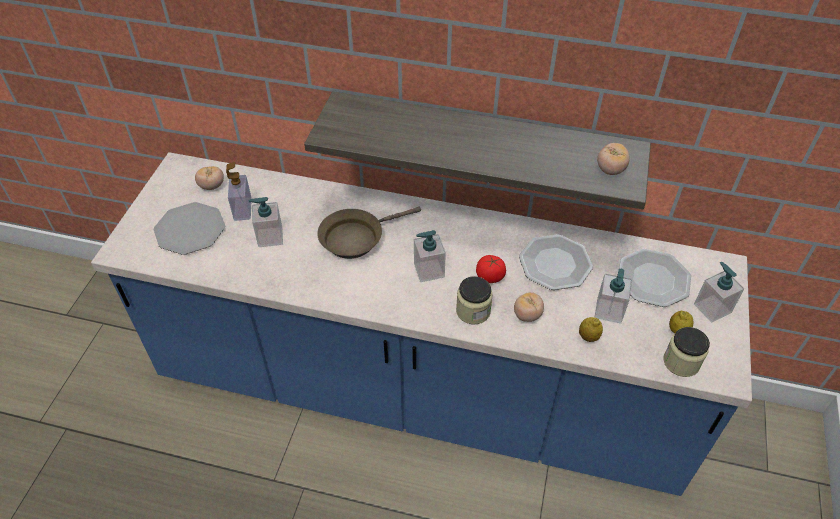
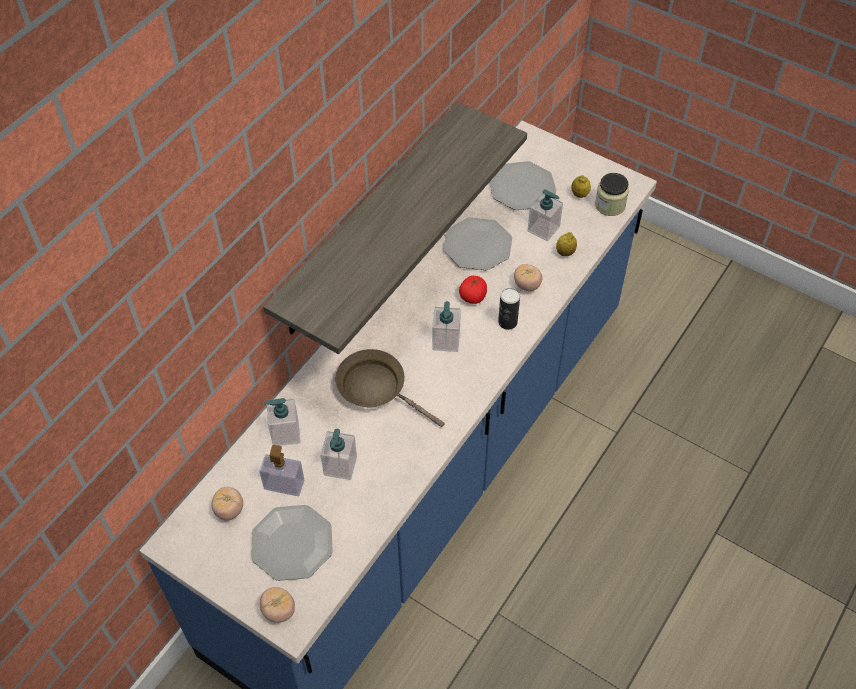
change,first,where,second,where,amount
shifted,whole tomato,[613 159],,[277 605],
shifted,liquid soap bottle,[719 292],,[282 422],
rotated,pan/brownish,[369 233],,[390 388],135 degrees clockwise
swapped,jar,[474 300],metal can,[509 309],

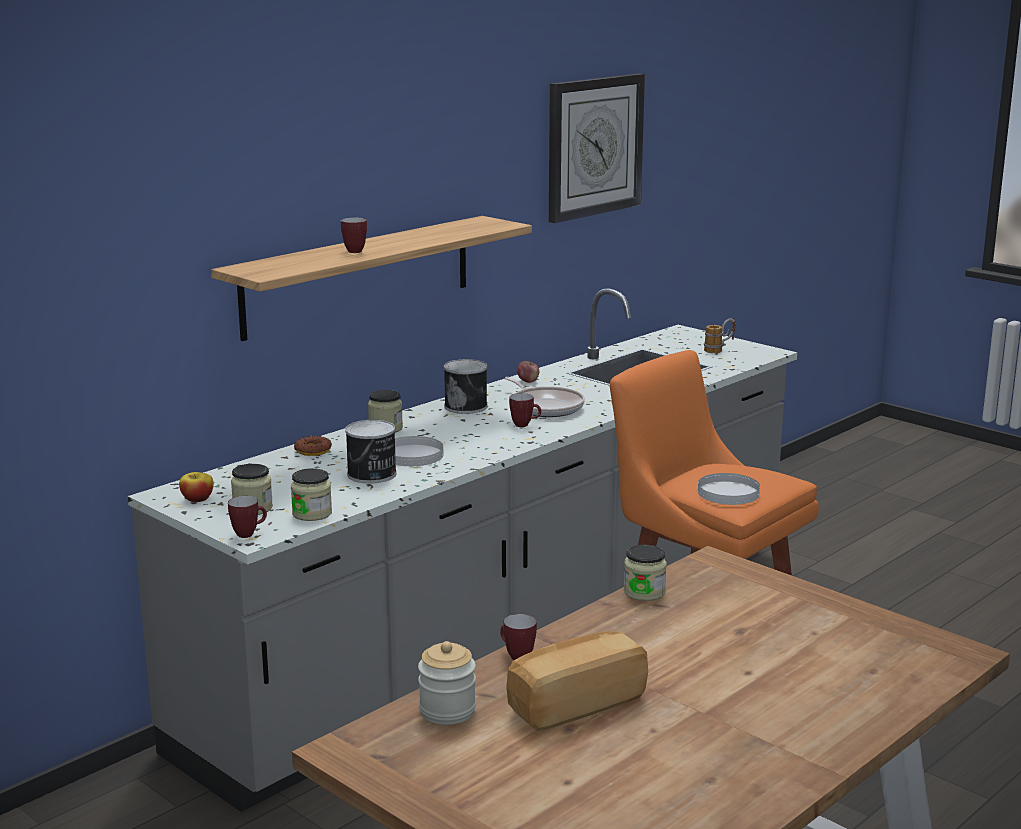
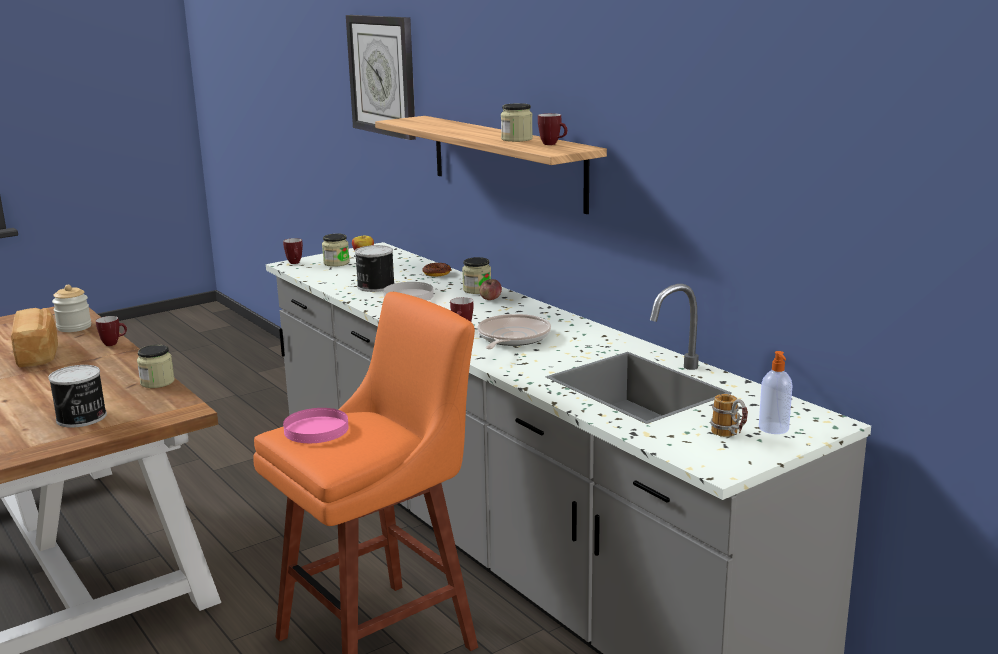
change,first,where,second,where,amount
shifted,metal can,[466 386],,[78 396],
repainted,dinner plate/white-coloured,[729 489],dinner plate/pink,[316 425],
shifted,clock on the wall,[597 148],,[381 77],
rotated,pan,[545 397],,[514 331],135 degrees clockwise
shifted,apple,[528 372],,[491 289],
shifted,jar,[311 494],,[517 122],
shifted,coffee mug,[354 235],,[552 129],
new,,,liquid soap bottle,[776 392],

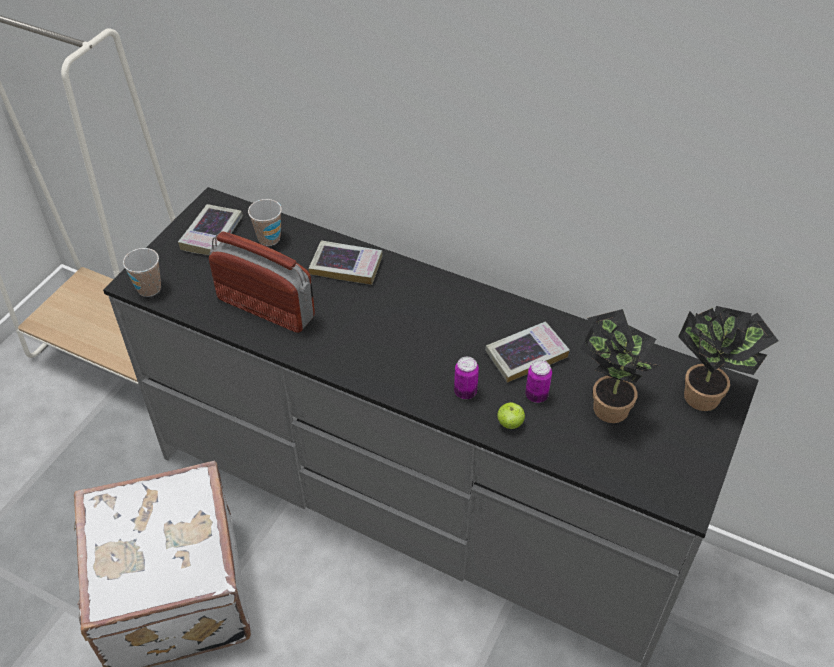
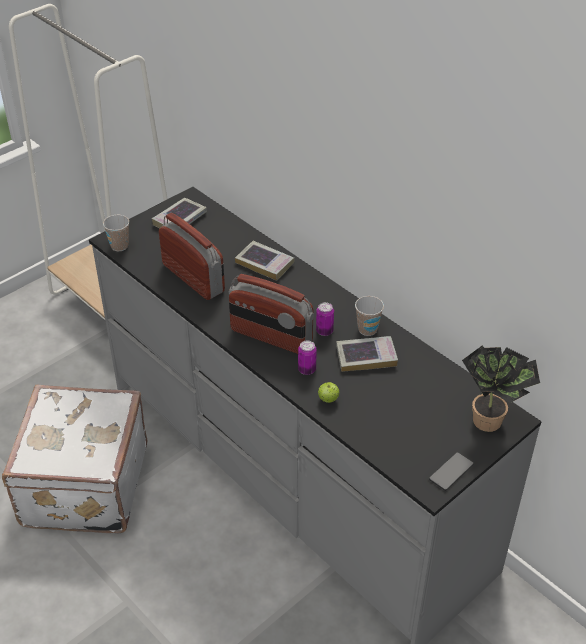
change,first,where,second,where,amount
new,,,radio receiver,[271 314],
shifted,metal can,[538 381],,[325 319],
shifted,cup,[265 222],,[369 316],
new,,,phone,[451 471],
gone,houseplant,[620 366],,,

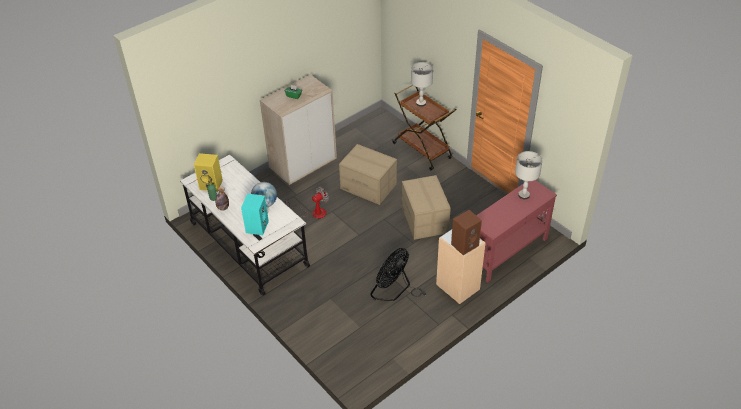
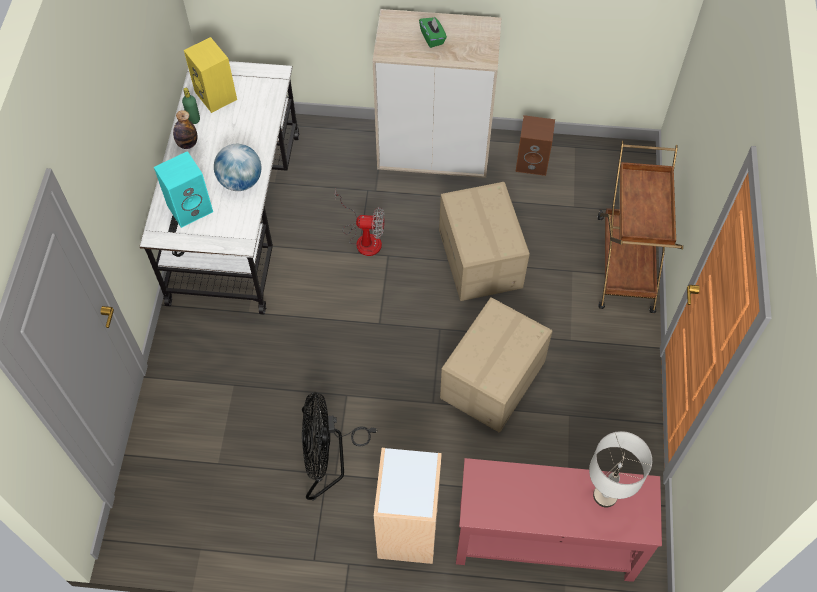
change,first,where,second,where,amount
rotated,cooling fan/blackish,[398 274],,[340 446],90 degrees counterclockwise
shifted,audio speaker/brownish,[466 232],,[535 145],
gone,table lamp/greyish,[422 84],,,

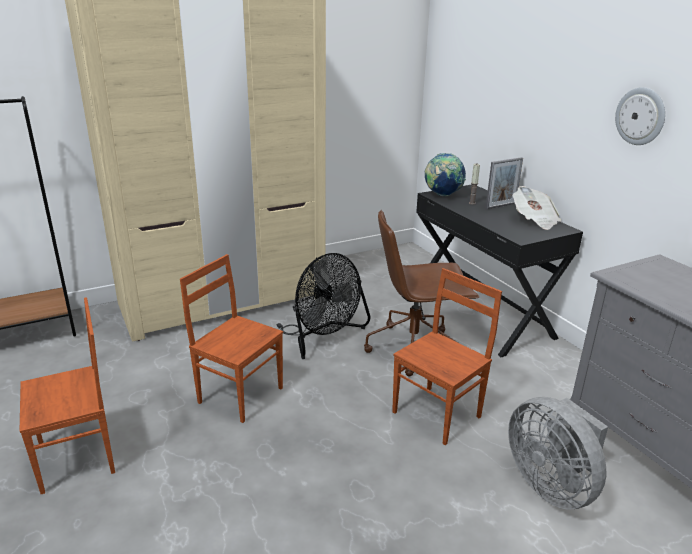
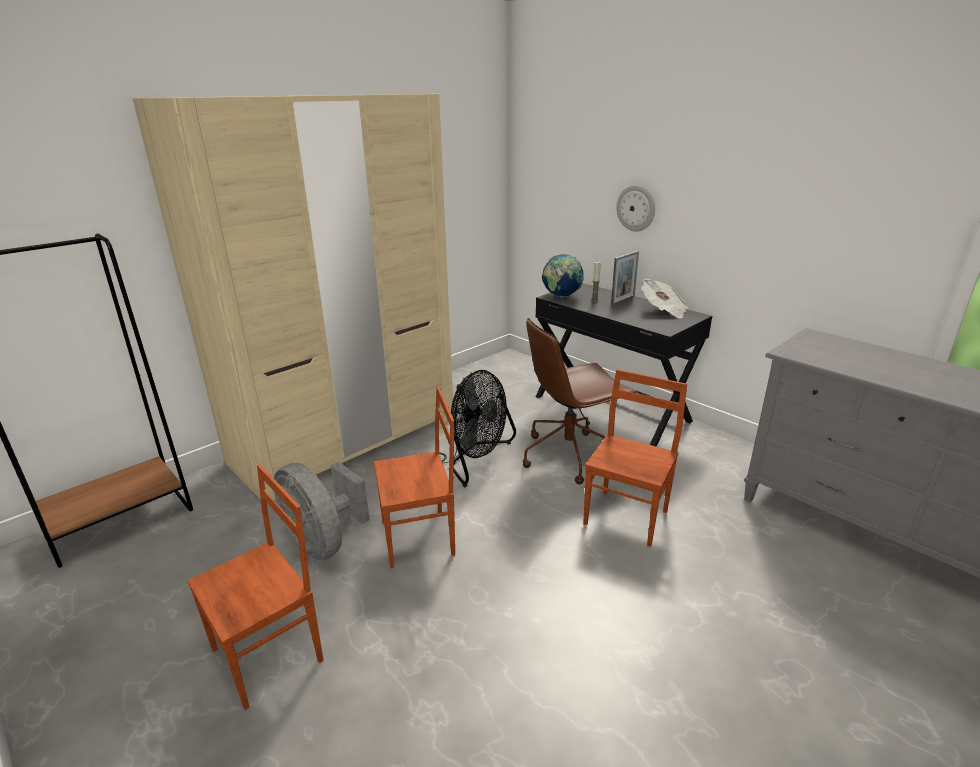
change,first,where,second,where,amount
shifted,cooling fan/greyish,[558 453],,[322 511],
rotated,upright chair/brownish,[231 338],,[414 477],150 degrees clockwise
shifted,clock on the wall,[640 116],,[636 208],

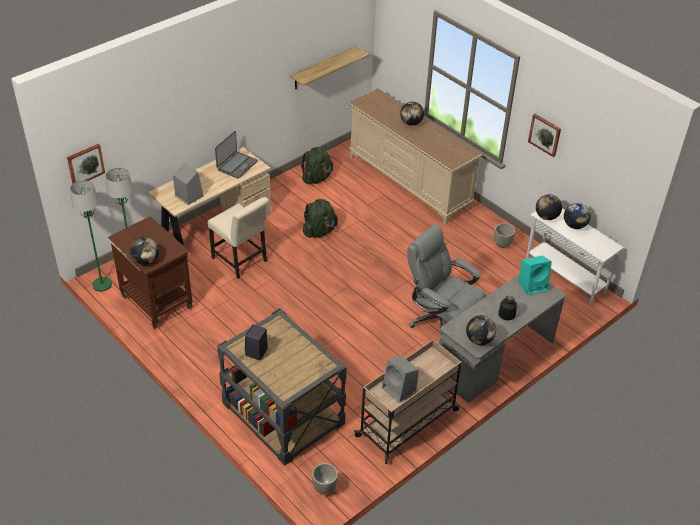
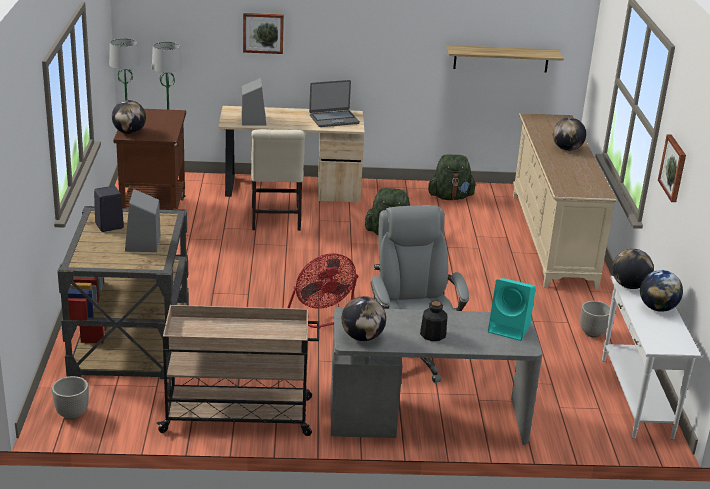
change,first,where,second,where,amount
shifted,audio speaker/greyish,[400 379],,[143 220],
shifted,wall picture,[86 164],,[263 33],
new,,,cooling fan/red-coloured,[323 291],

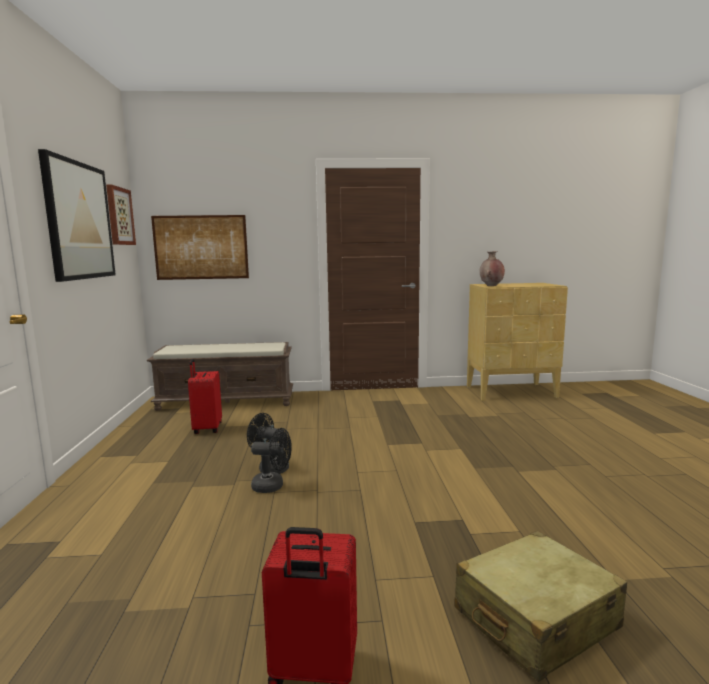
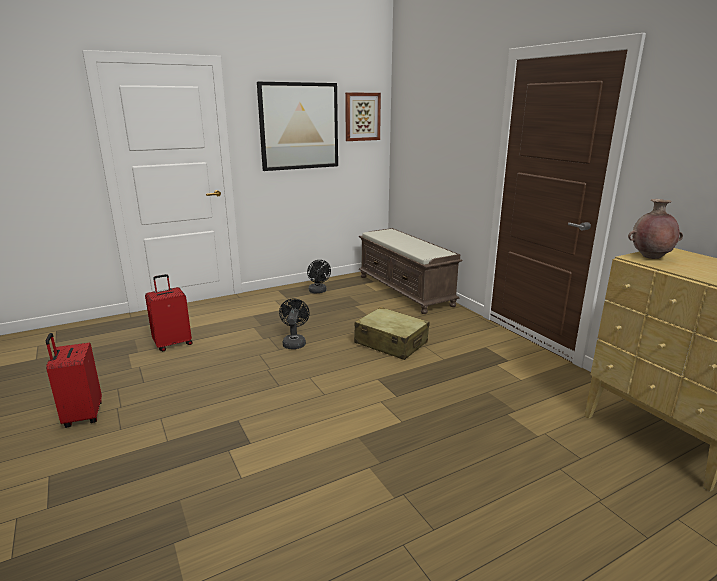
change,first,where,second,where,amount
shifted,piece of luggage/red-coloured,[205 396],,[169 312],
shifted,cooling fan/blackish,[271 460],,[319 276],
shifted,piece of luggage/sand-coloured,[540 606],,[392 333],
gone,wall picture,[200 247],,,

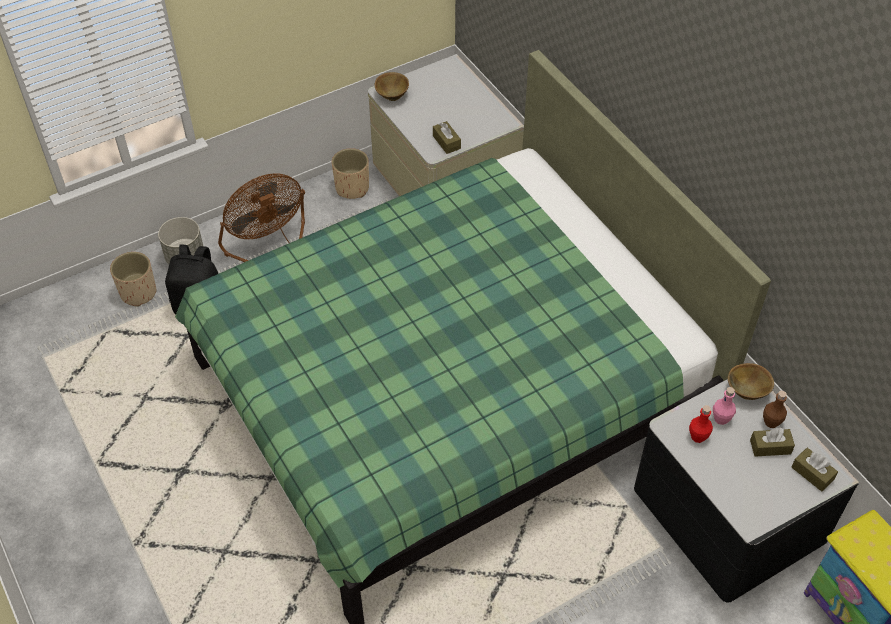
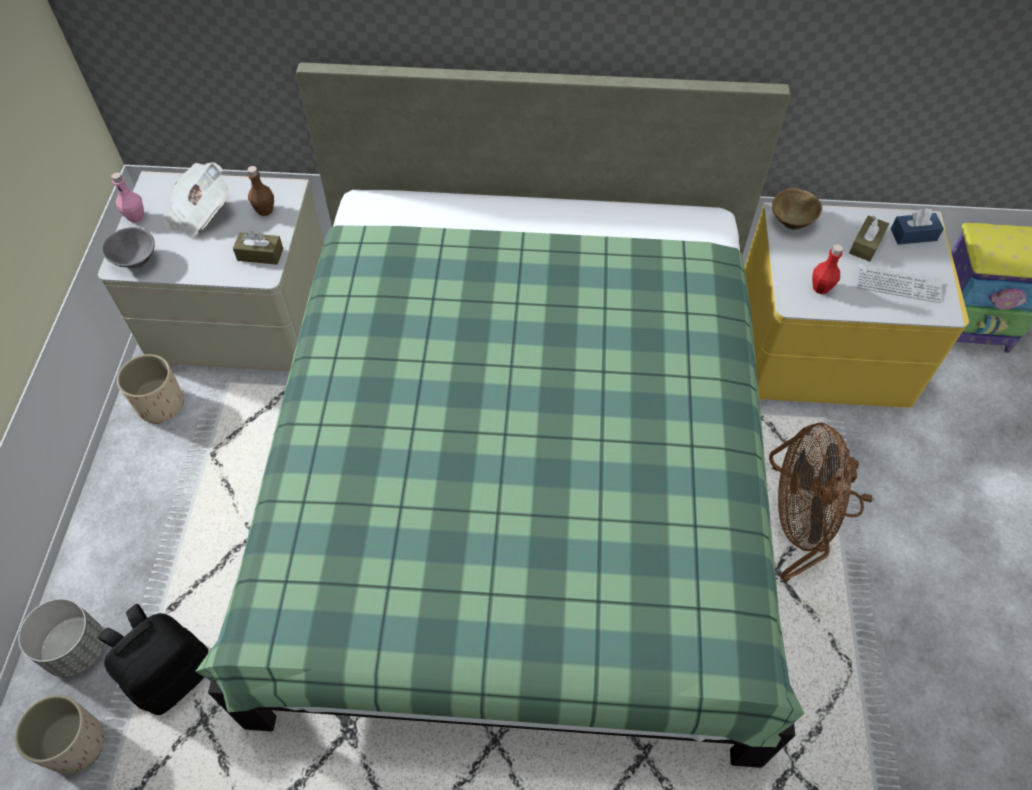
change,first,where,second,where,amount
repainted,serving bowl/brownish,[392 86],serving bowl/greyish,[128 247],
shifted,bottle/pink,[724 406],,[128 198],
new,,,newspaper,[195 199],
shifted,bottle/brownish,[775 409],,[261 191],
repainted,night table/blackish,[746 491],night table/yellowish,[856 305],
shifted,cooling fan/brownish,[261 217],,[822 502],
new,,,computer keyboard,[899 283],
repainted,tissue holder/brownish,[814 470],tissue holder/bluish,[917 226],

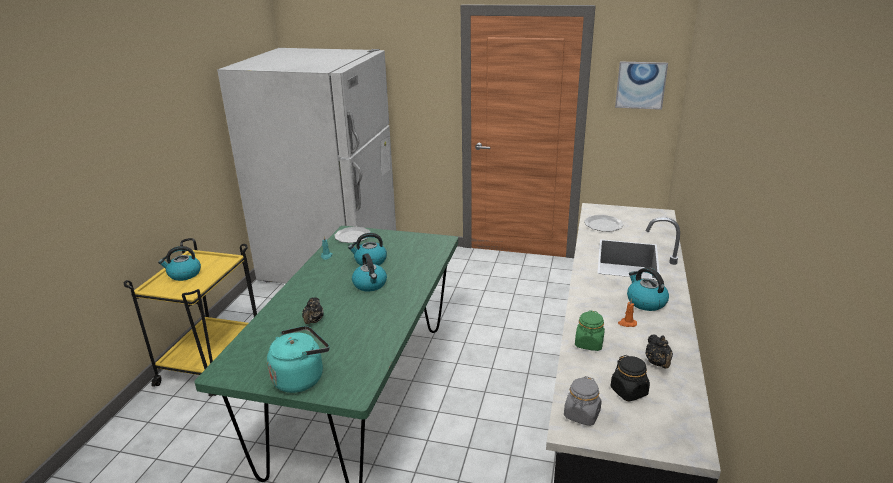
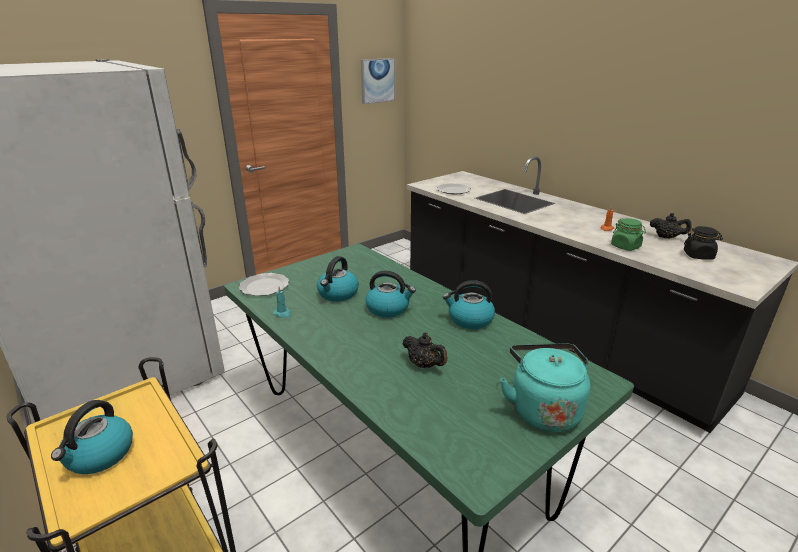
change,first,where,second,where,amount
shifted,kettle,[648 289],,[469 304],
gone,jar/greyish,[583 401],,,

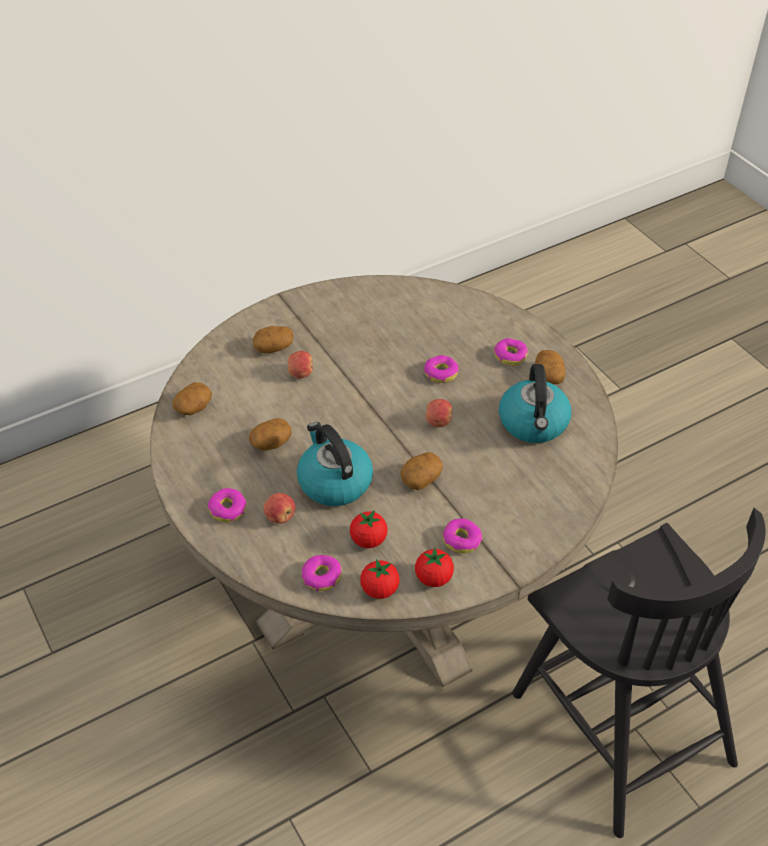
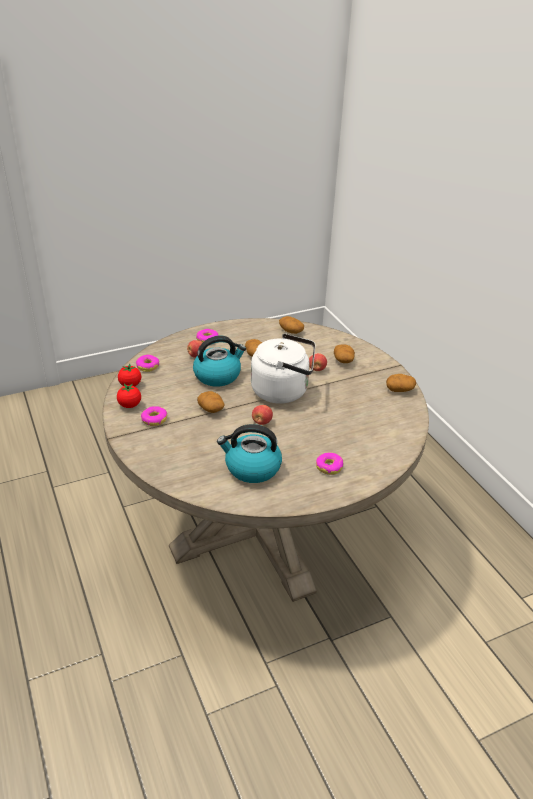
change,first,where,second,where,amount
new,,,kettle/white-coloured,[283 368],
shifted,whole potato,[550 367],,[401 383],
gone,whole tomato,[368 529],,,
gone,donut,[441 369],,,
gone,upright chair/blackish,[639 673],,,

